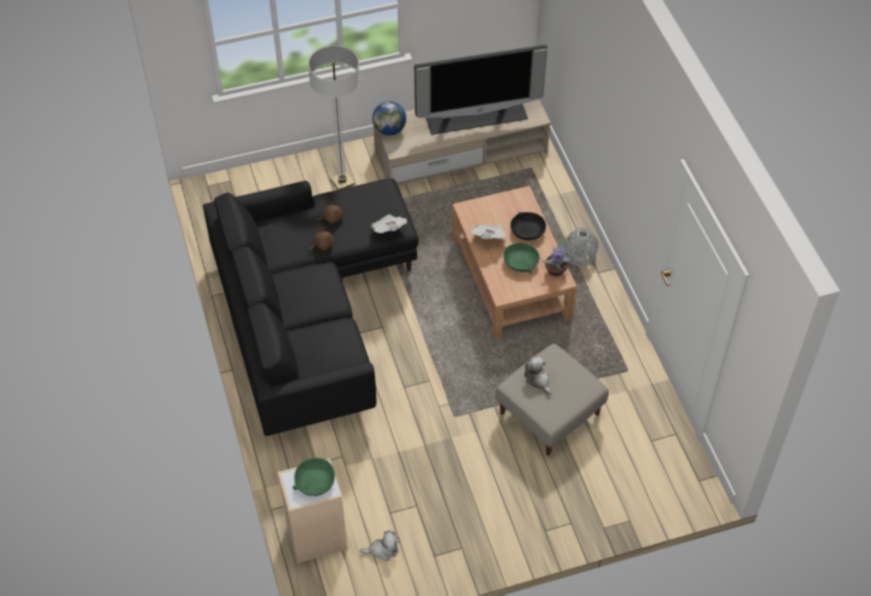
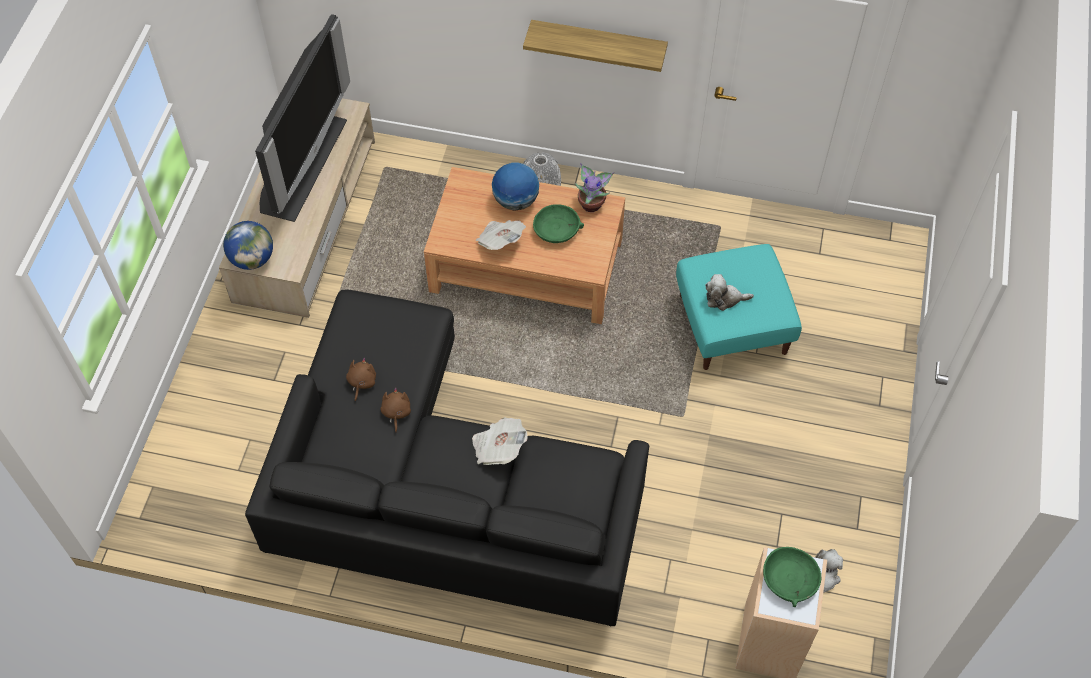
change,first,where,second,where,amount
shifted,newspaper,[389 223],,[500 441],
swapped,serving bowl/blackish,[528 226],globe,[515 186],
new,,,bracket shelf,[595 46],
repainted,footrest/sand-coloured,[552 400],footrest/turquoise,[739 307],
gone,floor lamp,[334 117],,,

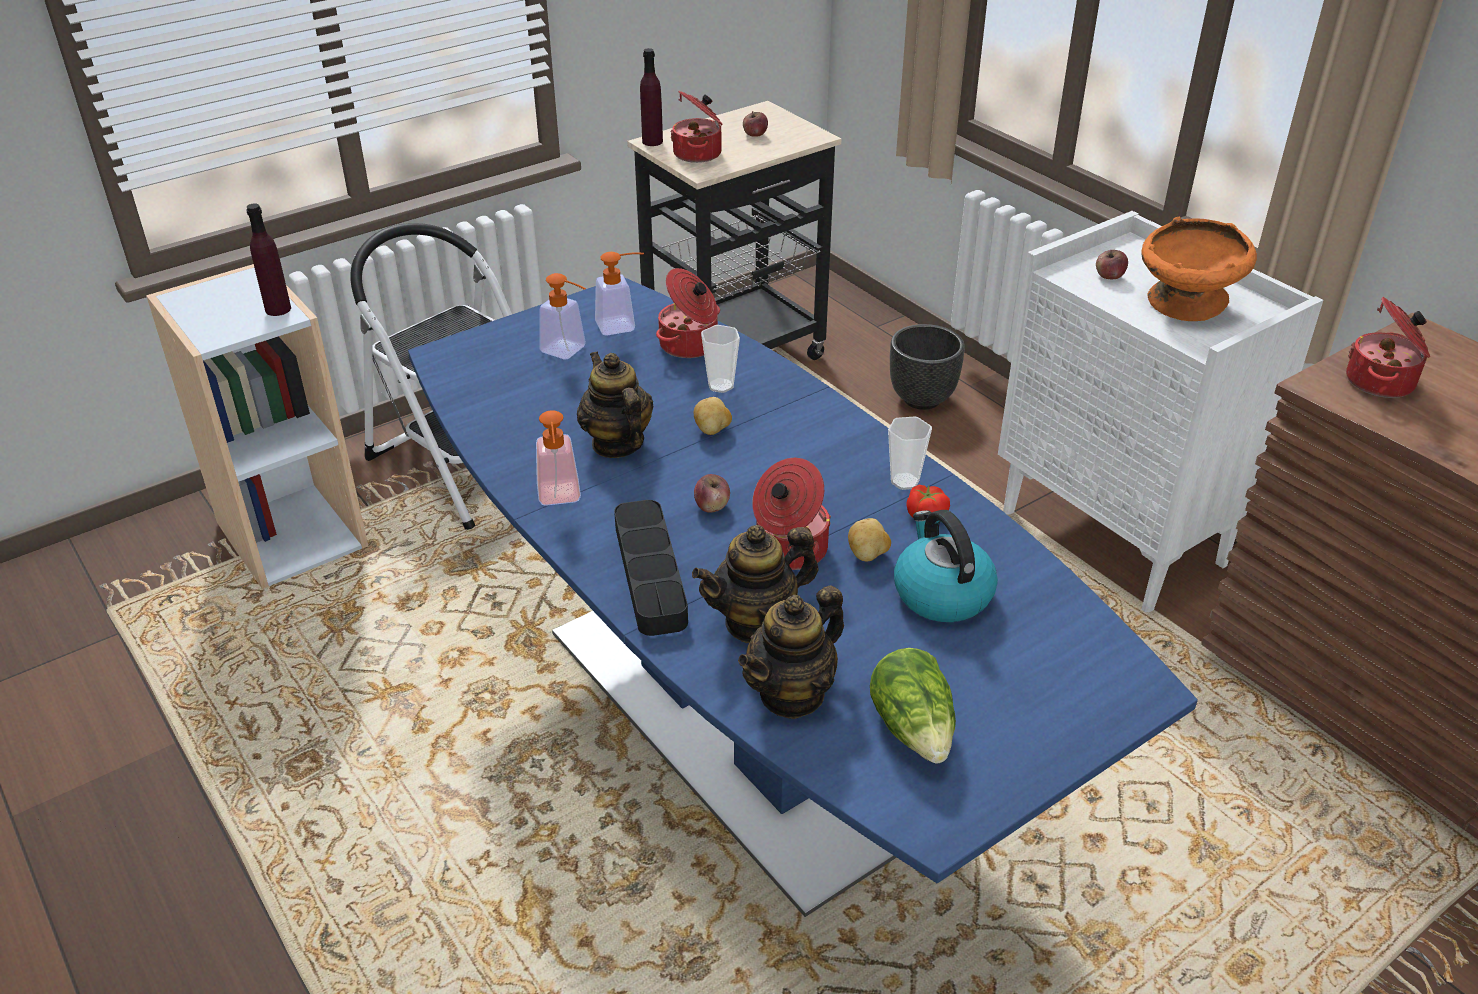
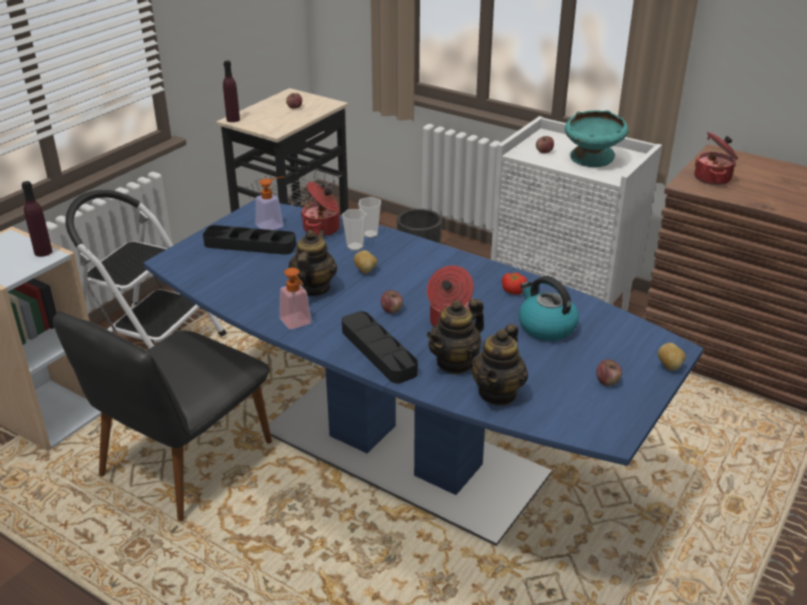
change,first,where,second,where,amount
new,,,upright chair/blackish,[162 416],
swapped,liquid soap bottle,[562 316],carrying tray/blackish,[249 240],
rotated,tea pot,[615 405],,[312 263],60 degrees clockwise
shifted,cup,[910 453],,[369 217],
repainted,serving bowl/orange,[1199 269],serving bowl/turquoise,[596 138],
new,,,apple,[609 372],
shifted,whole potato,[869 539],,[672 357],
gone,saucepot,[696 127],,,
gone,lettuce head,[913 705],,,

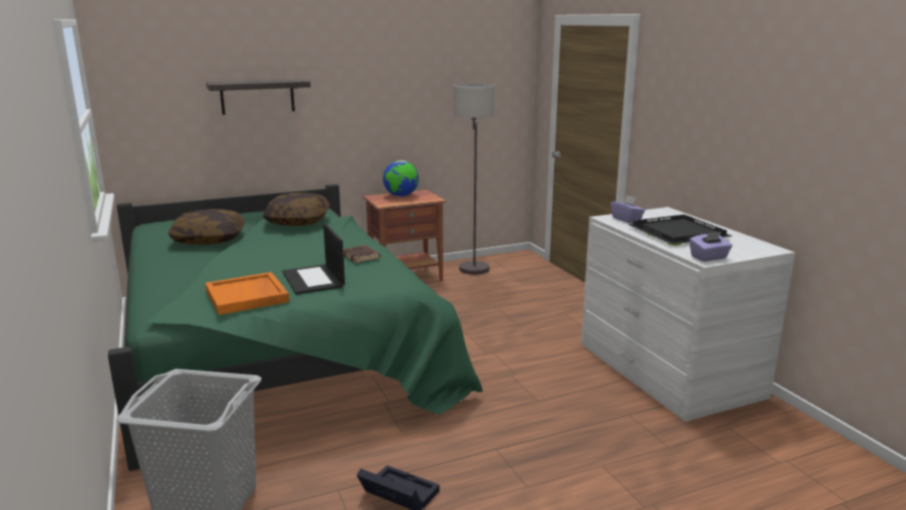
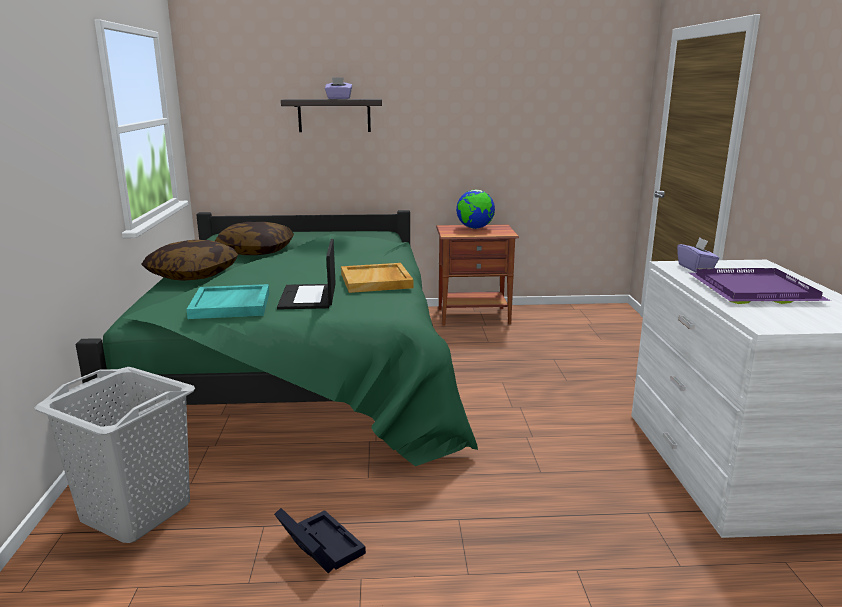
change,first,where,second,where,amount
shifted,pillow,[296 209],,[189 260],
repainted,carrying tray/orange,[247 293],carrying tray/turquoise,[227 301],
shifted,tissue holder/purple-coloured,[710 246],,[338 88],
swapped,volume/brownish,[361 254],carrying tray/sand-coloured,[377 278],
repainted,carrying tray/blackish,[679 230],carrying tray/purple-coloured,[760 286],
gone,floor lamp/greyish,[474 179],,,

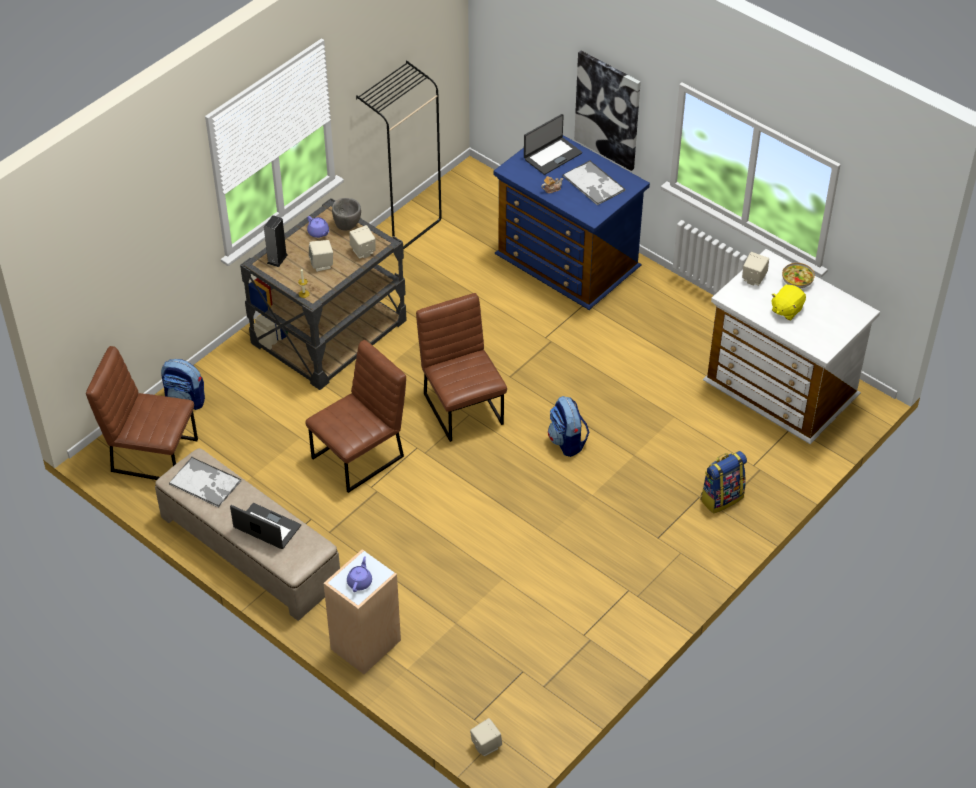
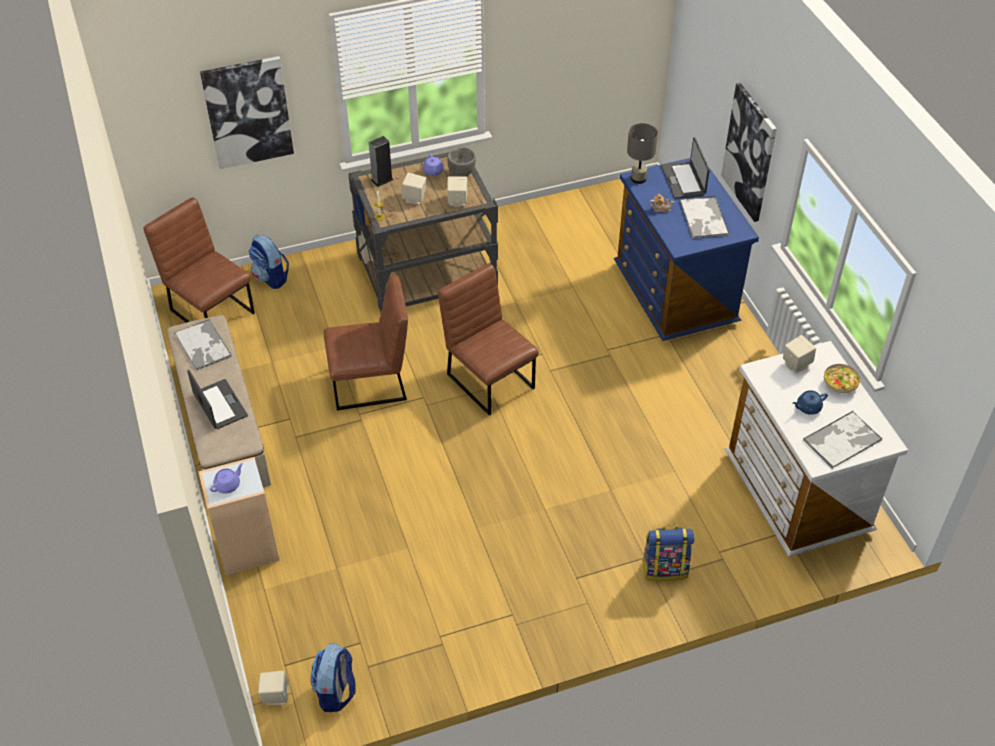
change,first,where,second,where,amount
new,,,wall picture,[247 112],
shifted,rucksack,[568 426],,[333 677],
rotated,upright chair/brownish,[461 367],,[488 339],45 degrees counterclockwise
new,,,table lamp/greyish,[642 153],
rotated,portable computer,[553 144],,[685 168],90 degrees clockwise
swapped,plush toy/yellowish,[788 302],tea pot/bluish,[810 402],
new,,,carrying tray,[842 440],
gone,garment rack/blackish,[399 155],,,

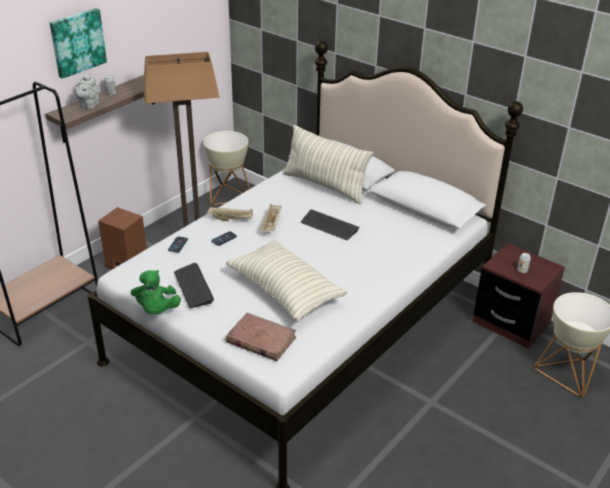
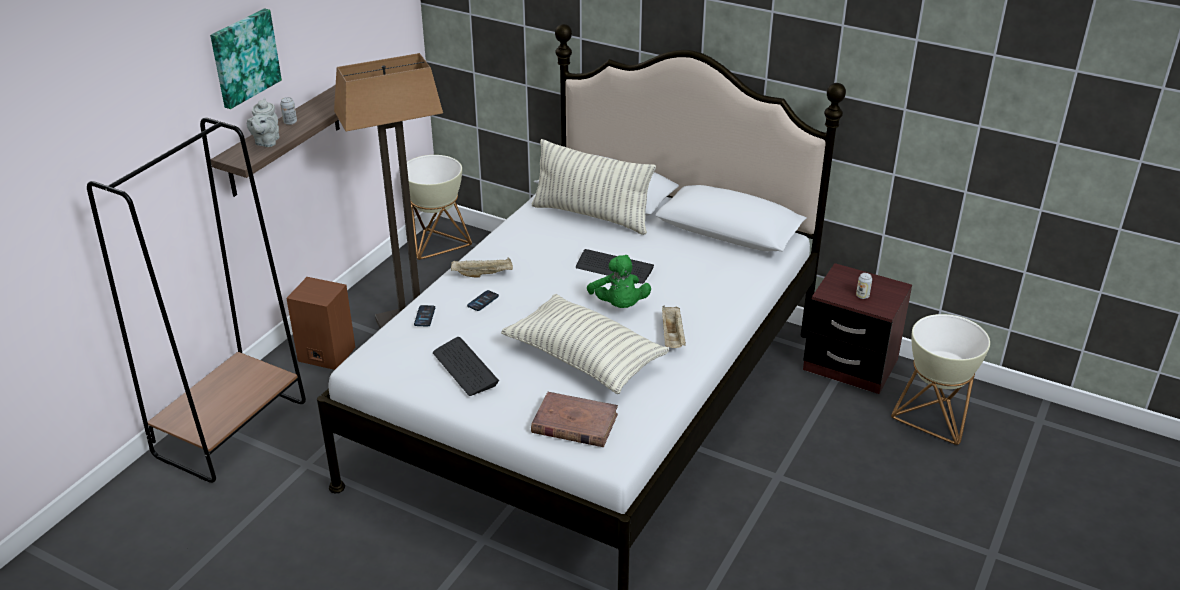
change,first,where,second,where,amount
shifted,plush toy/green-coloured,[156 292],,[619 281],
shifted,carrying tray/sand-coloured,[271 218],,[674 327],

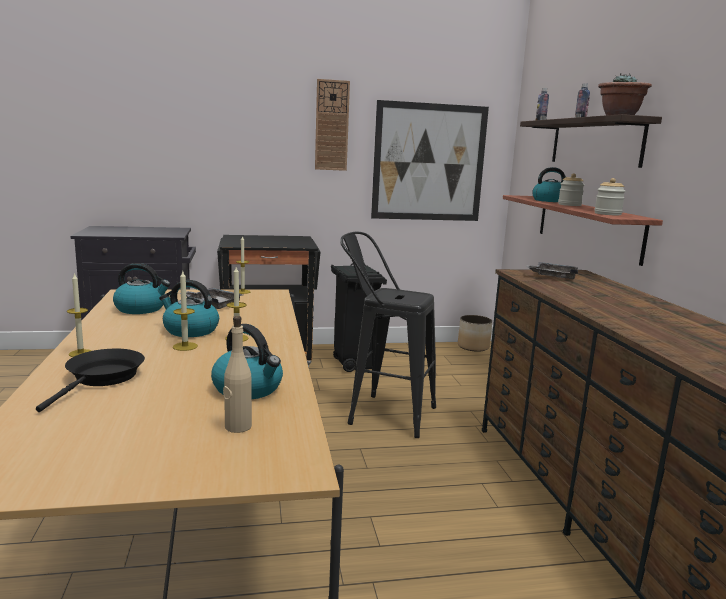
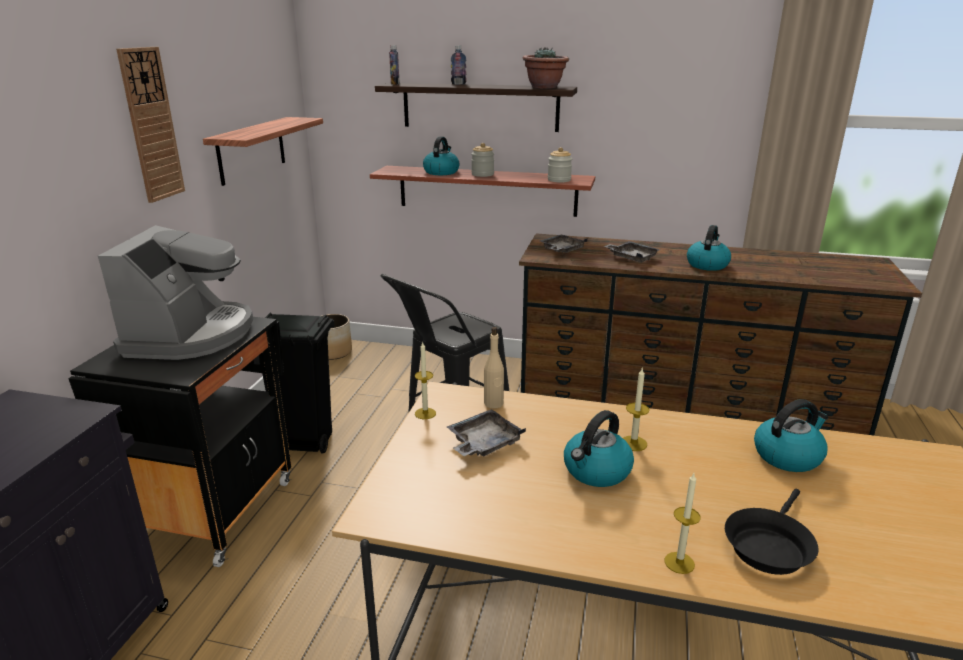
change,first,where,second,where,amount
new,,,coffee brewer,[175 292],
swapped,wall picture,[430 160],bracket shelf,[263 151],
shifted,bottle/sand-coloured,[237 374],,[494 367],
new,,,carrying tray/greyish,[632 252],
shifted,kettle,[141 288],,[709 248],
rotated,pan/blackish,[90 380],,[772 532],90 degrees counterclockwise
gone,candle,[185 311],,,

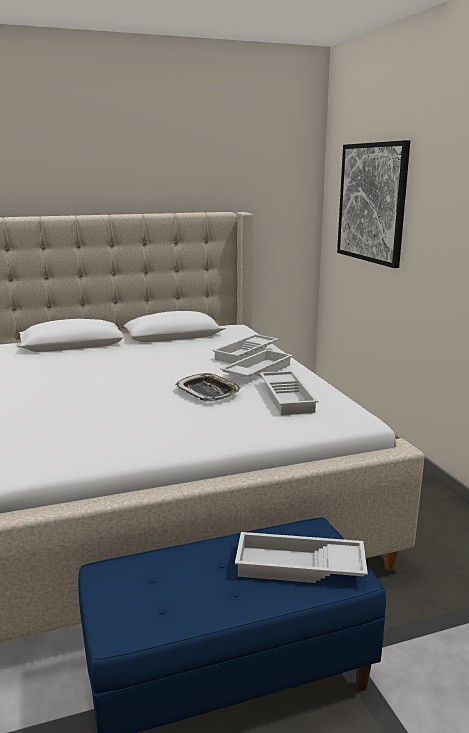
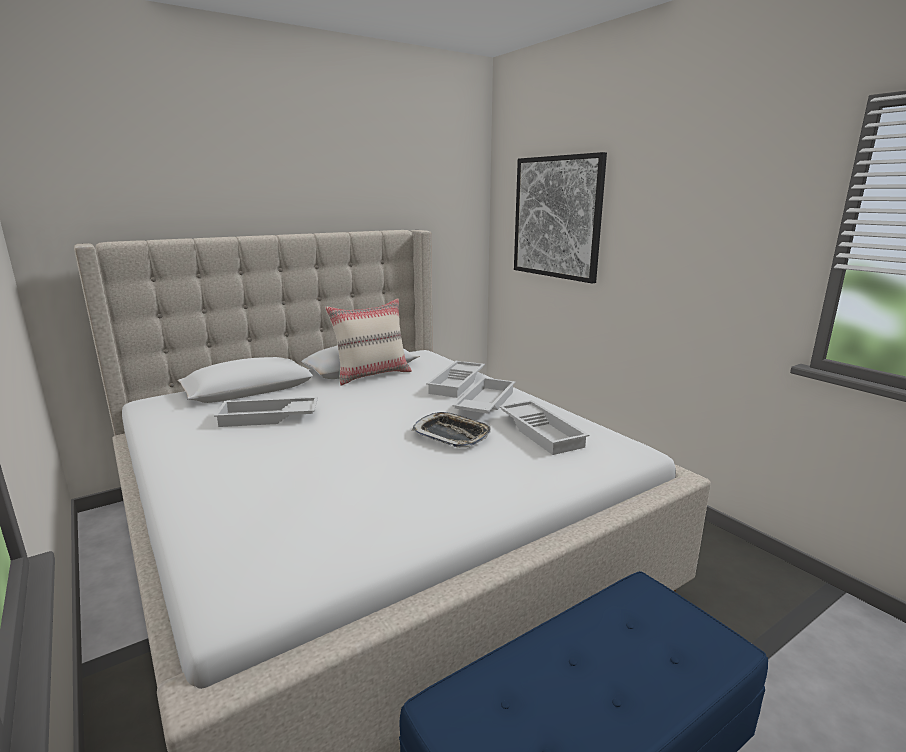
change,first,where,second,where,amount
shifted,carrying tray/white-coloured,[301 557],,[266 412],
new,,,pillow/sand-coloured,[368 341],

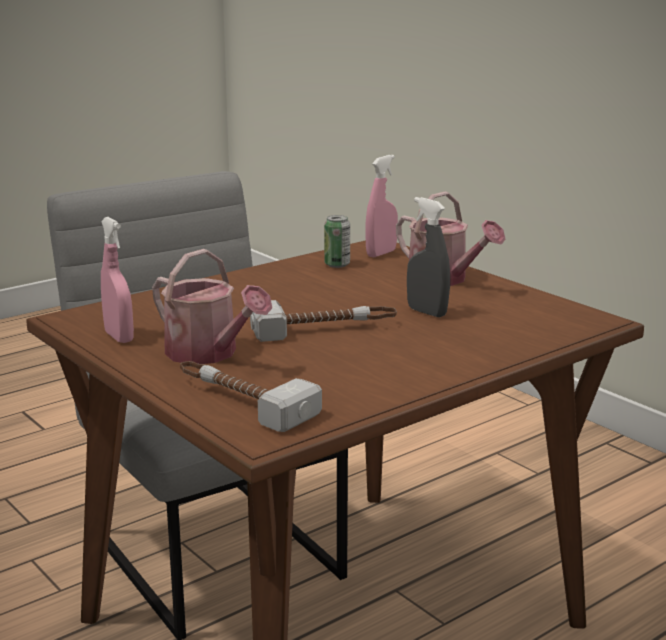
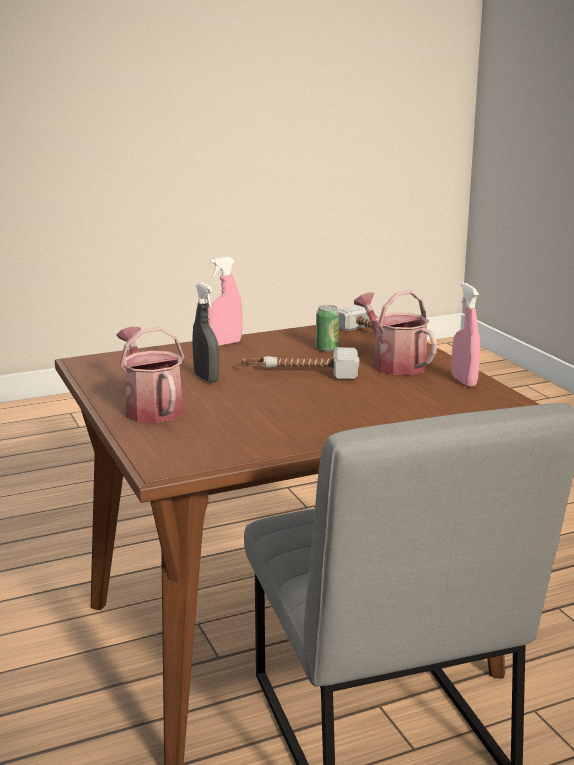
change,first,where,second,where,amount
shifted,hand sprayer/pink,[381 206],,[225 301],
shifted,metal can,[337 241],,[327 328],

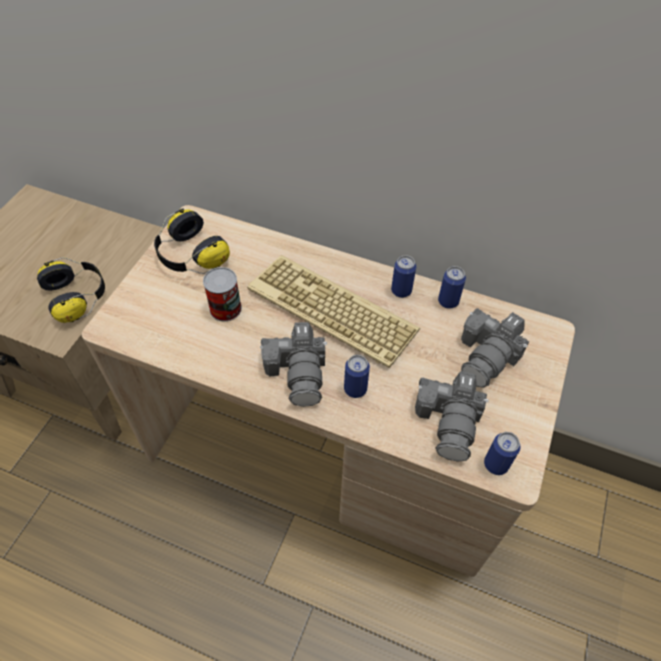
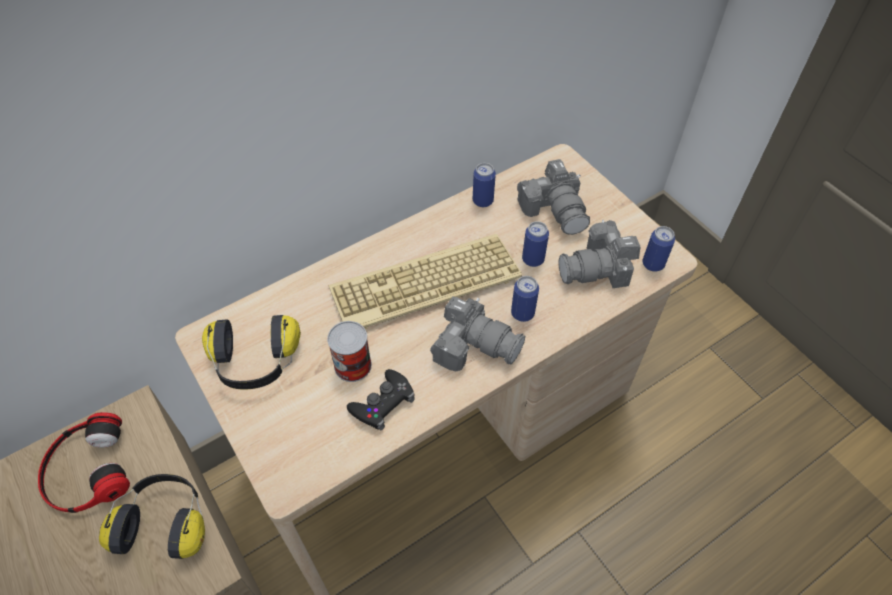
change,first,where,second,where,amount
new,,,headset,[84 462],
new,,,gamepad/blackish,[381 399],
shifted,metal can,[403 276],,[535 244],
rotated,photo camera,[452 416],,[600 254],120 degrees clockwise

